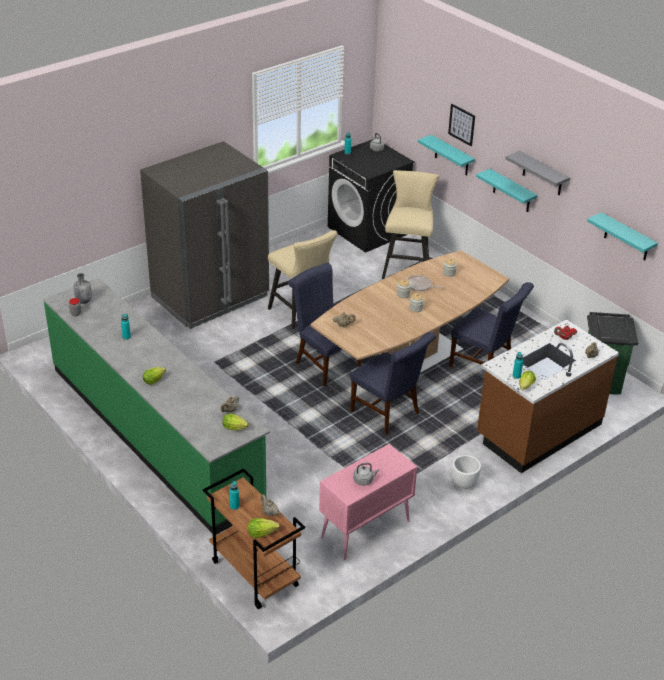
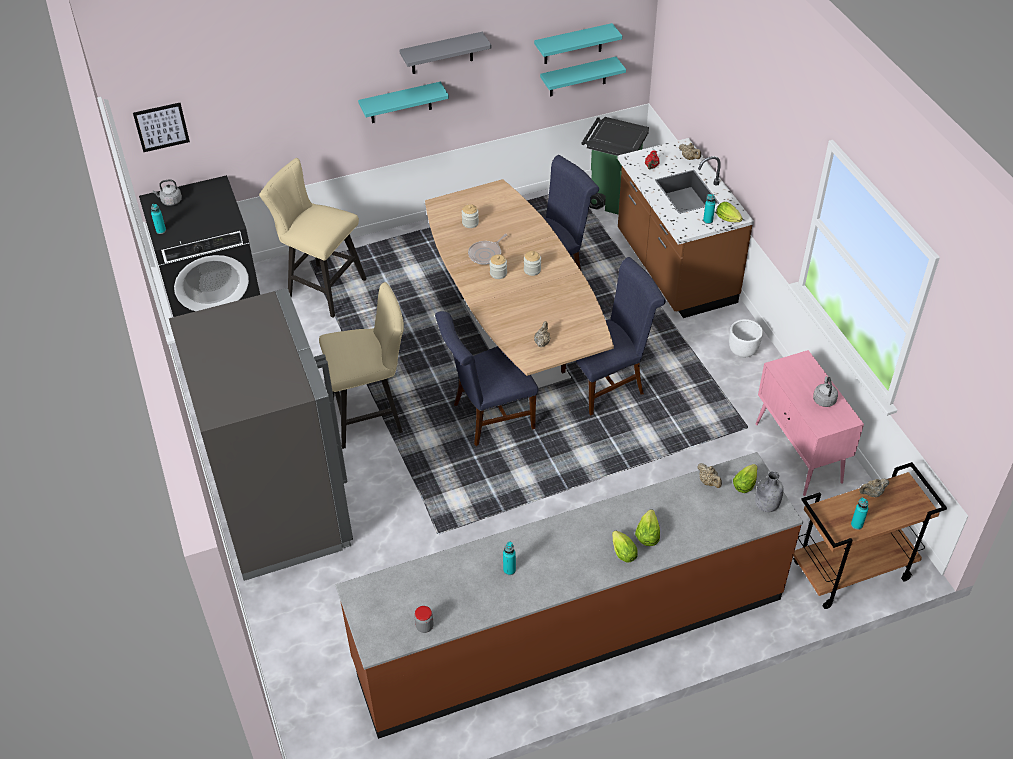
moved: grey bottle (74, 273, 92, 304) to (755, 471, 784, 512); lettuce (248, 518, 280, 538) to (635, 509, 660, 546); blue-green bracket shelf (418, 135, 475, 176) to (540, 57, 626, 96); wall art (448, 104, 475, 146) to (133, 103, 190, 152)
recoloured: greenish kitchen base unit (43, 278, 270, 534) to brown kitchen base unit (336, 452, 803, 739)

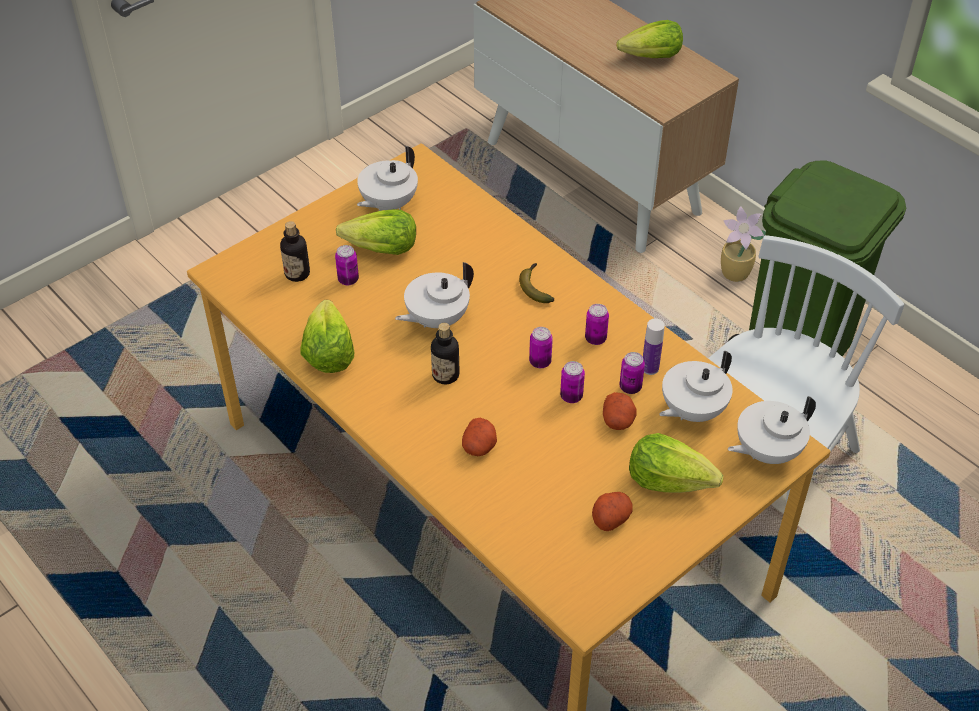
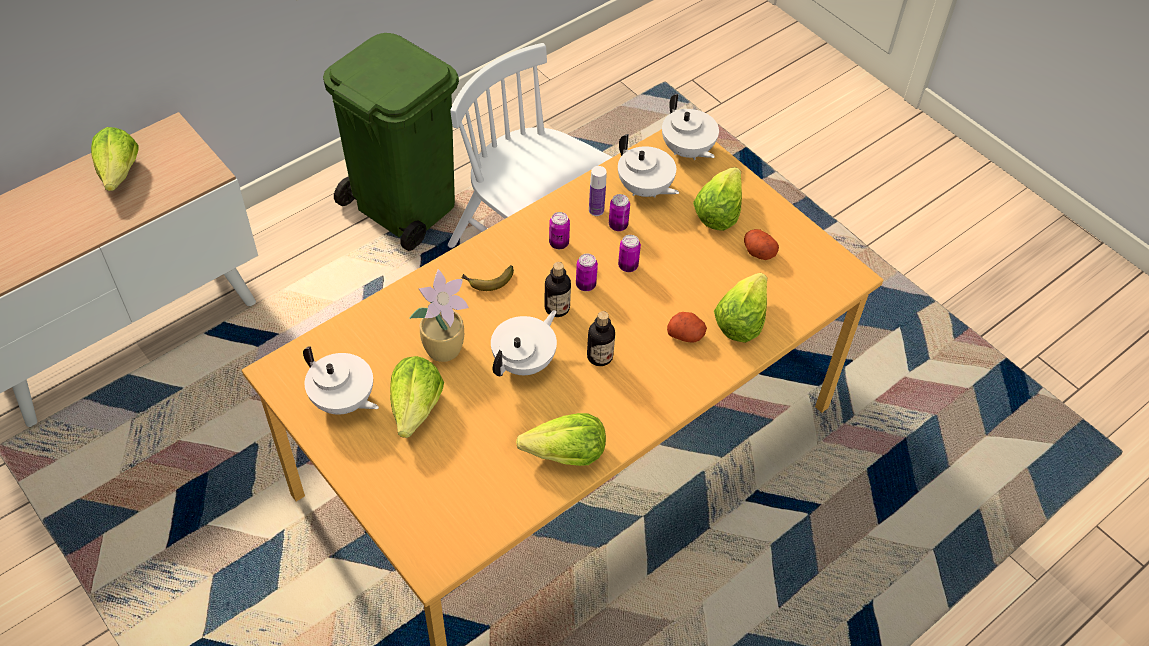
removed: sealed can (335, 245, 359, 285); potato (603, 392, 637, 430)
added: lettuce (714, 273, 767, 343)
moved: bottle (280, 221, 310, 282) to (544, 262, 571, 317); potted plant (721, 206, 766, 282) to (410, 269, 469, 362)
turned: whitish tea pot (395, 262, 474, 328) = (491, 310, 557, 376) 105 degrees counterclockwise

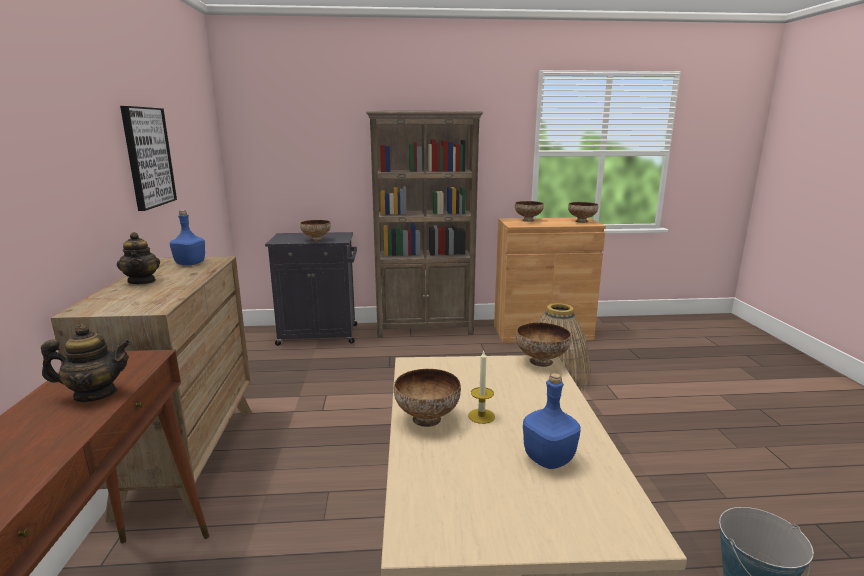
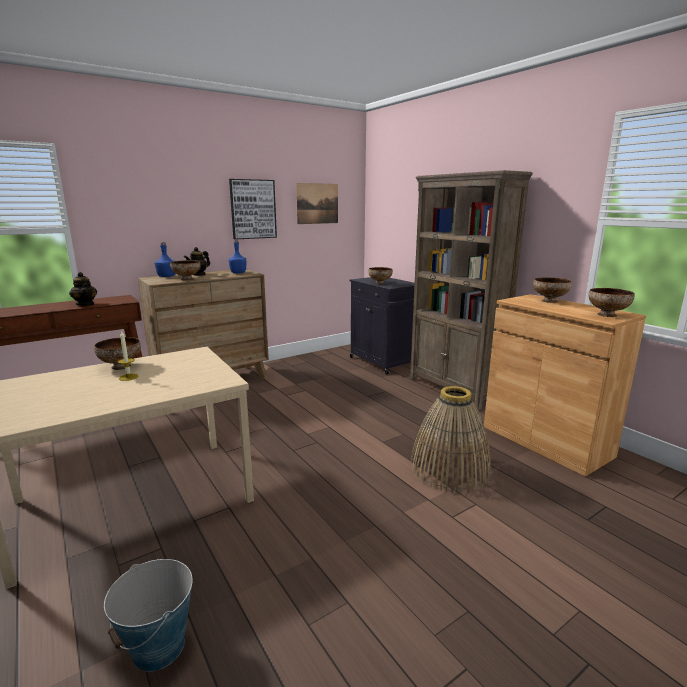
added: wall art (296, 183, 338, 224)
moved: serving bowl (516, 322, 571, 367) to (170, 260, 201, 280); blue-coloured bottle (523, 373, 581, 469) to (155, 242, 175, 277)

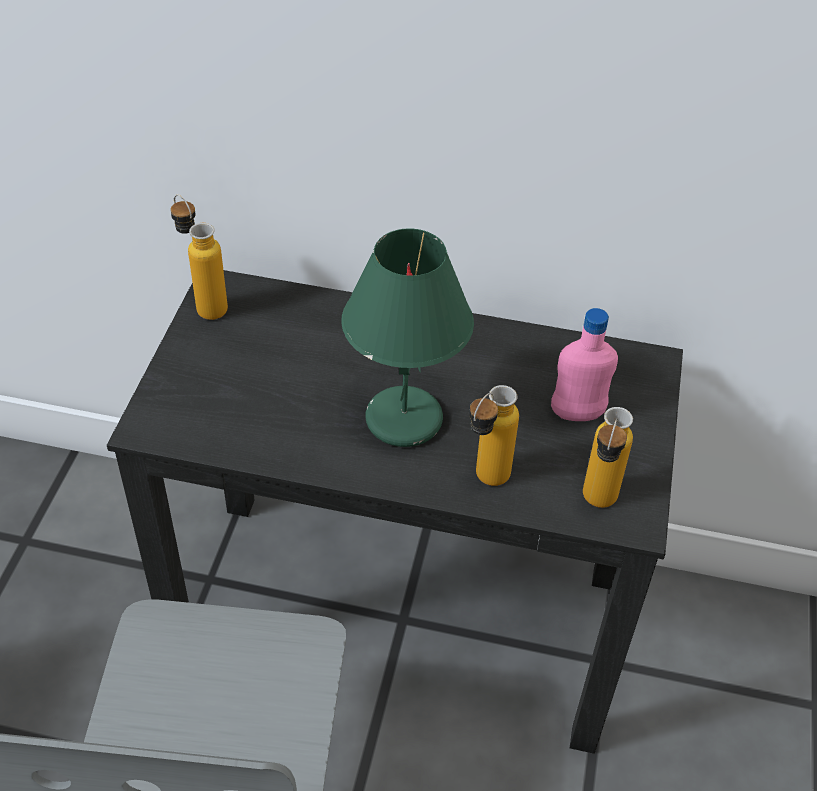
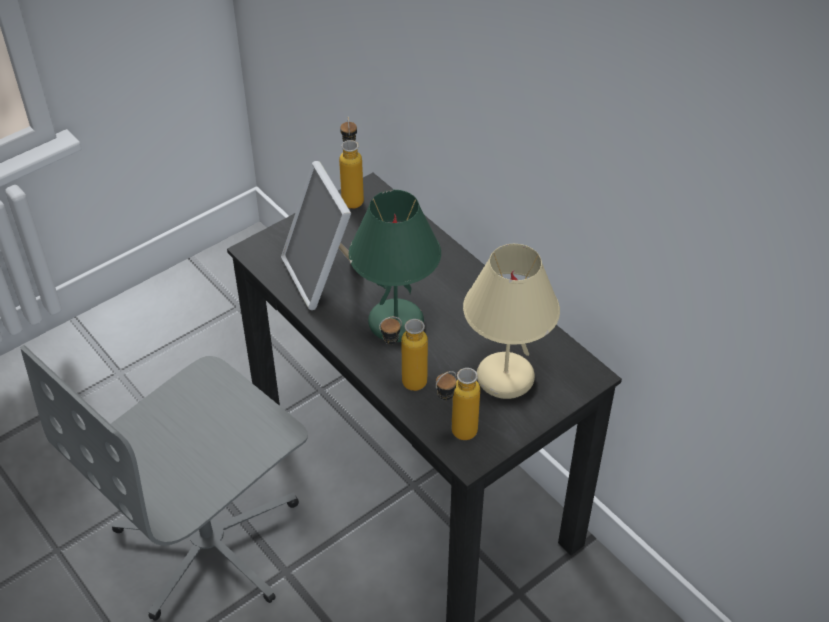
added: photo frame (281, 161, 351, 310)
replaced: pinkish bottle (551, 308, 618, 421) to beige-coloured lamp for a table (463, 244, 560, 399)

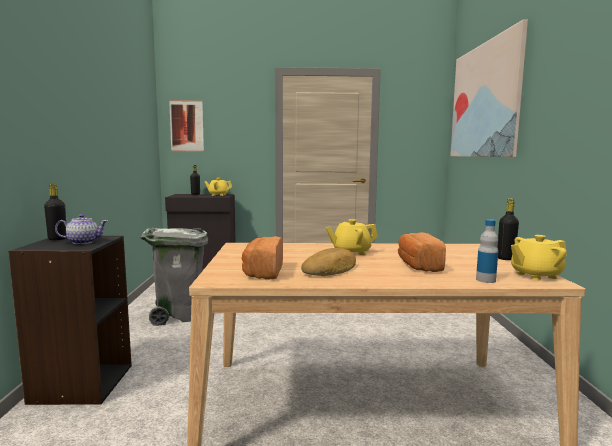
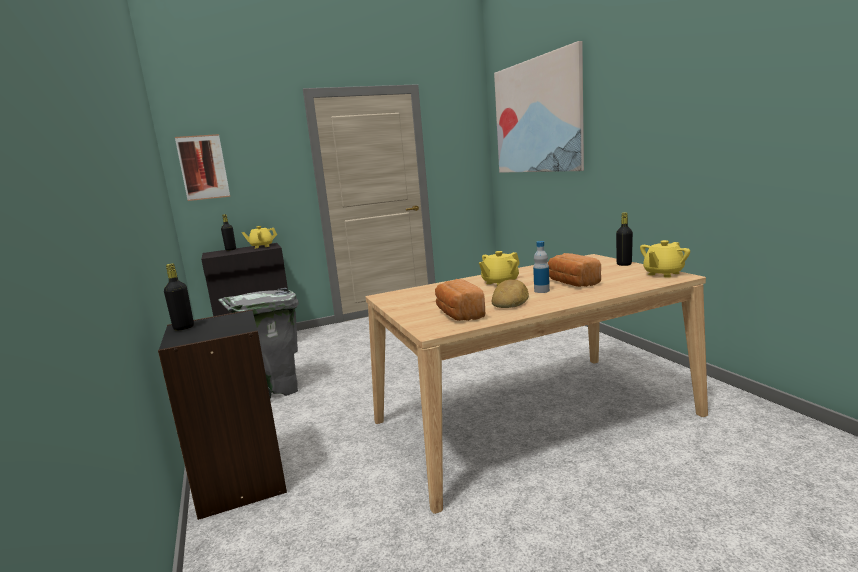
removed: tea pot (55, 214, 108, 244)
moved: bottle (476, 219, 498, 283) to (533, 241, 550, 293)

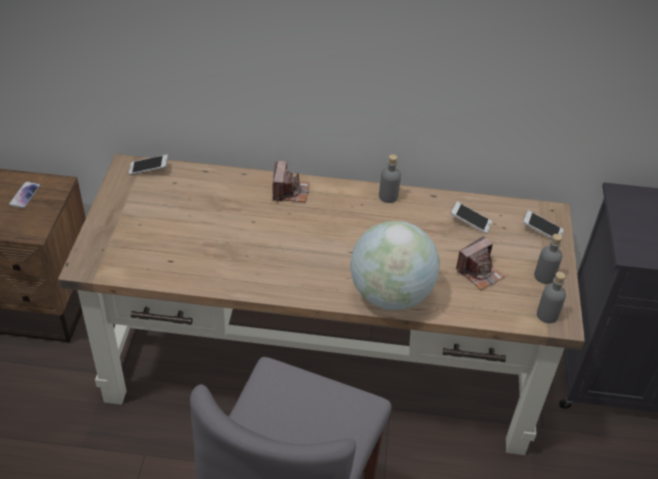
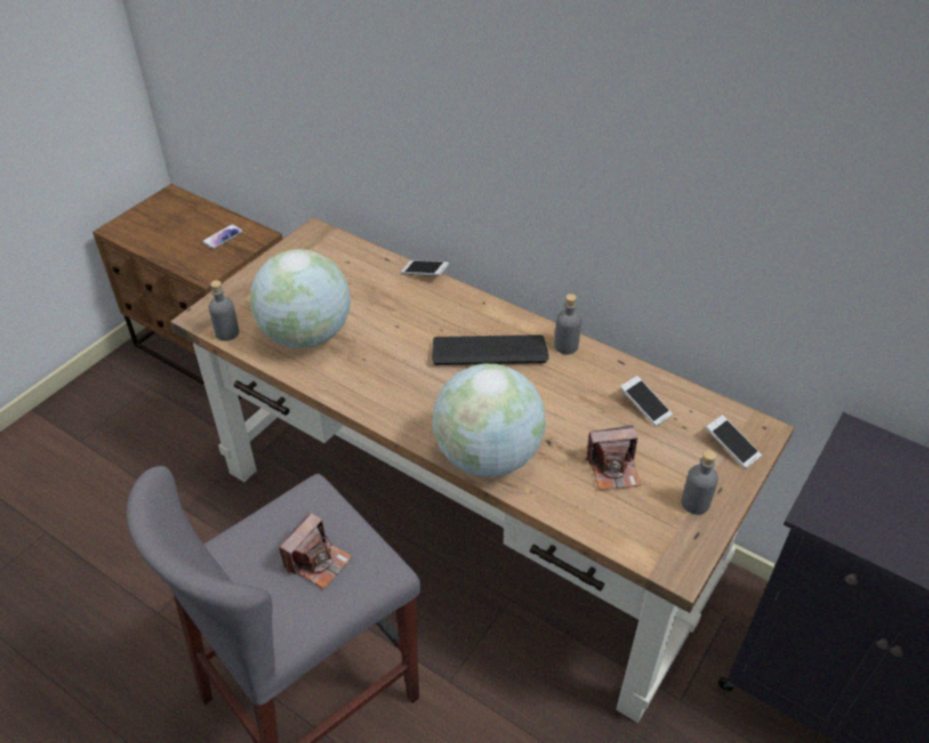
added: globe (250, 249, 351, 349); computer keyboard (432, 335, 549, 365)
moved: telephone (129, 155, 168, 175) to (401, 260, 449, 276); still camera (273, 161, 309, 202) to (279, 512, 352, 589); grey bottle (537, 272, 566, 323) to (209, 280, 239, 341)

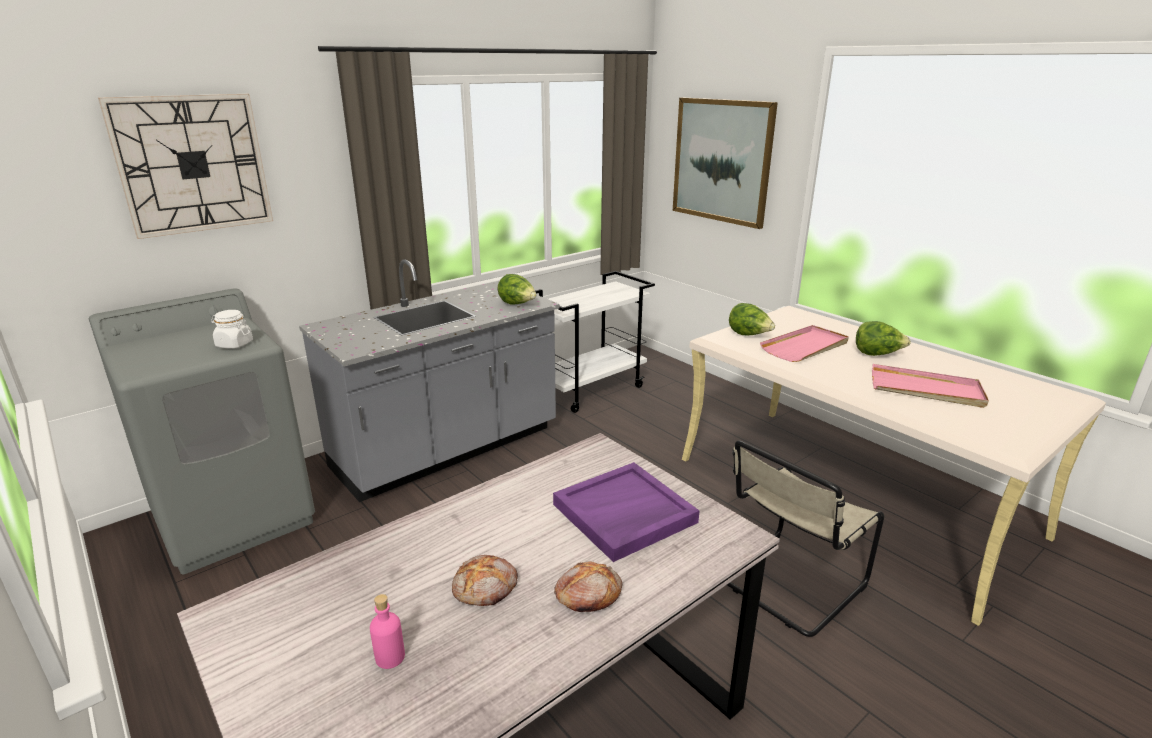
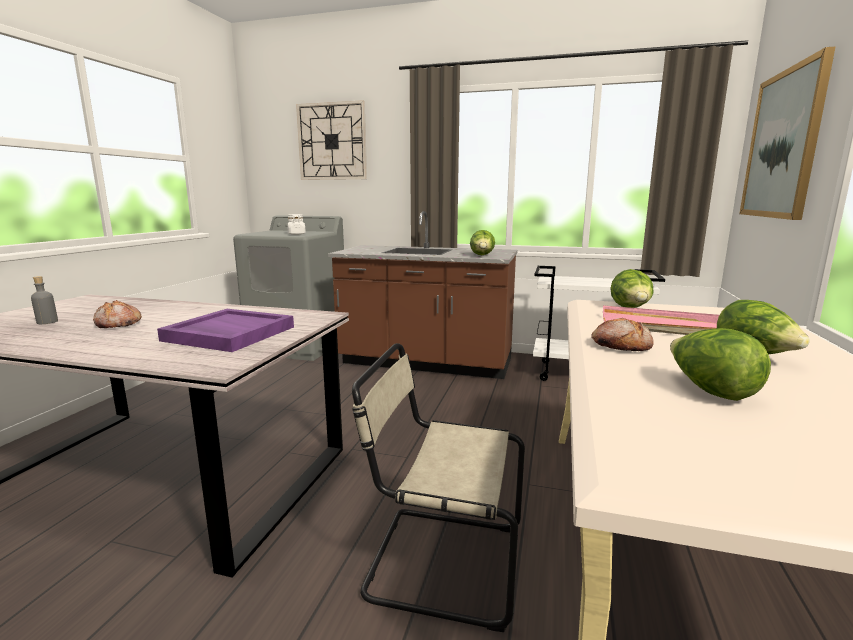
moved: bread (554, 561, 622, 612) to (591, 318, 654, 351)
replaced: pinkish carrying tray (872, 364, 989, 408) to lettuce (670, 328, 771, 401)
recoloured: grey kitchen base unit (299, 259, 560, 502) to brown kitchen base unit (328, 211, 517, 379); pinkish bottle (370, 594, 405, 669) to grey bottle (31, 276, 58, 324)

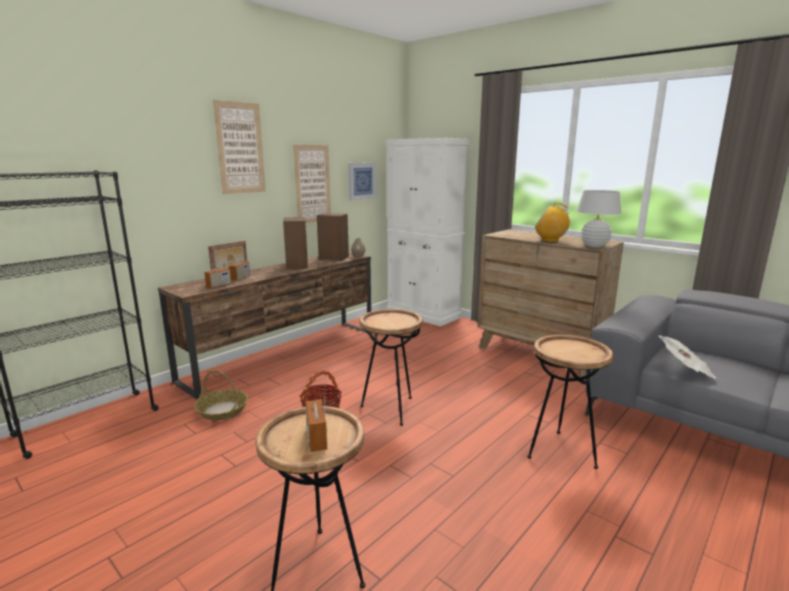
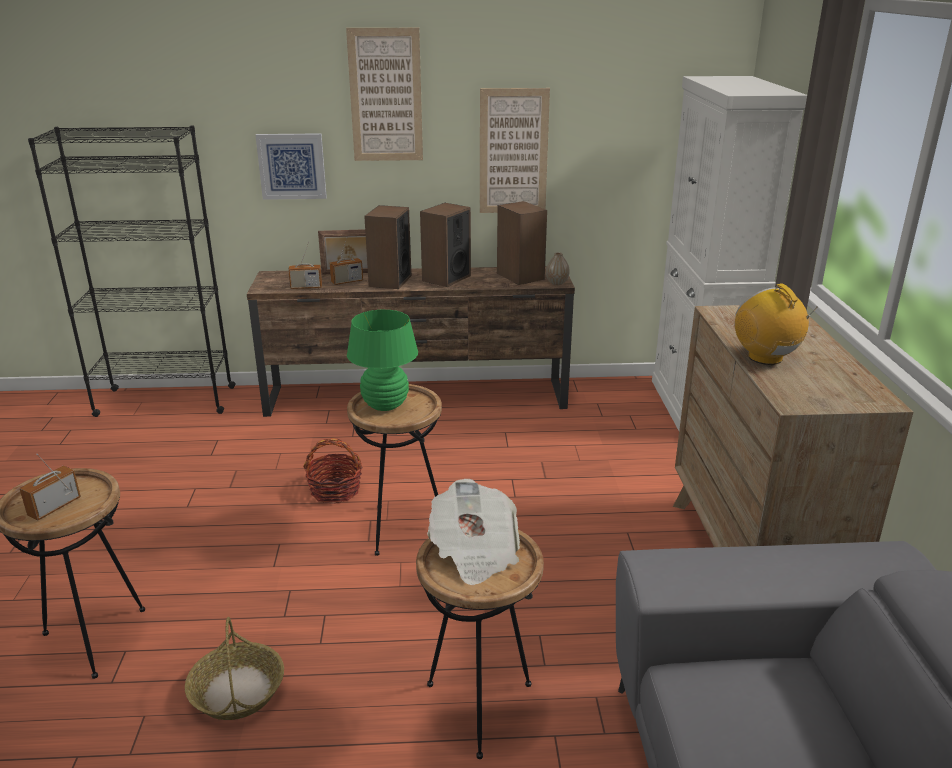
removed: whitish lamp for a table (577, 190, 621, 247)
added: greenish lamp for a table (347, 310, 418, 411); audio speaker (364, 205, 411, 289)
moved: basket (194, 370, 248, 421) to (185, 617, 284, 720); wall art (348, 162, 376, 200) to (255, 133, 327, 200); newspaper (659, 335, 717, 379) to (427, 479, 520, 585)

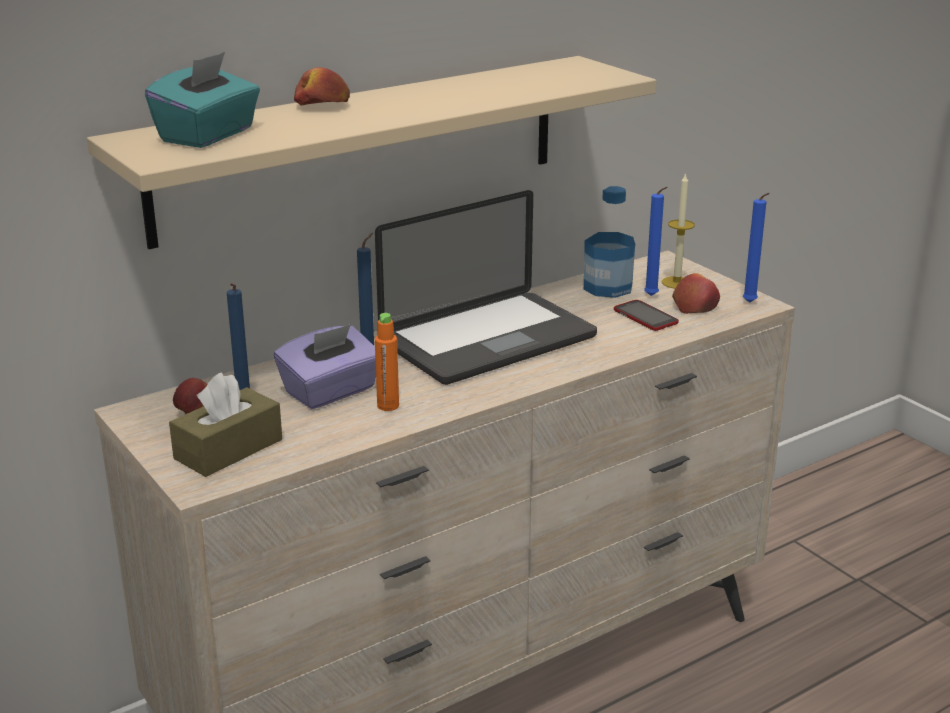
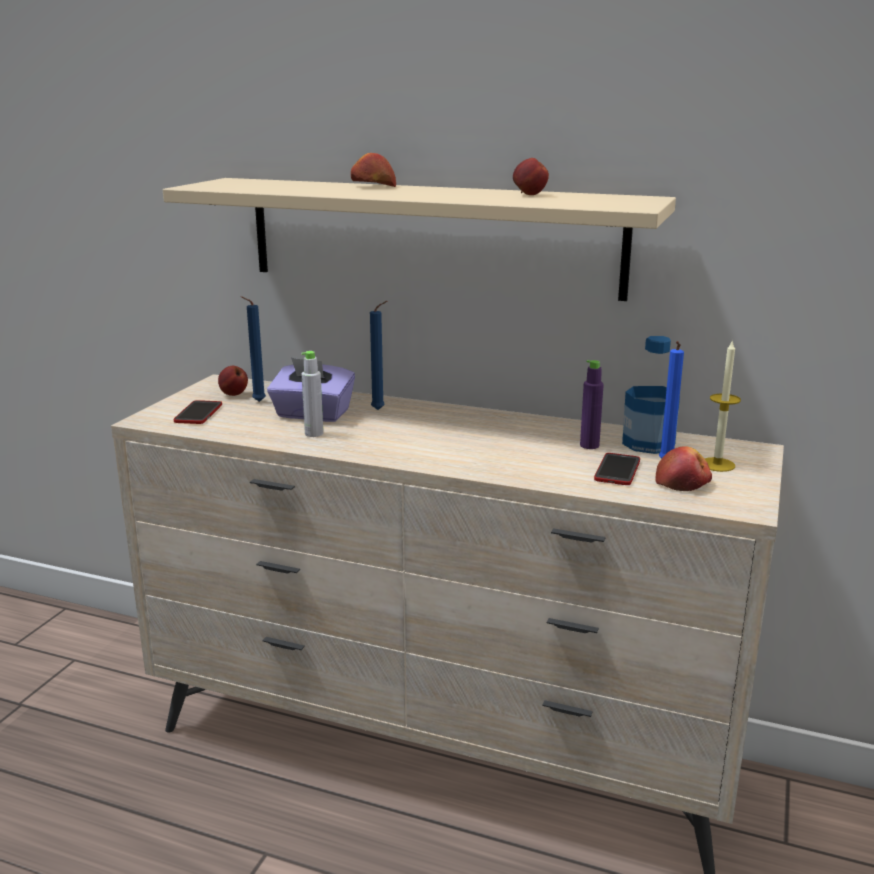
removed: blue-green tissue holder (145, 52, 260, 148); portable computer (375, 190, 597, 385); blue-coloured wax light (743, 193, 770, 303)
added: whole apple (513, 158, 549, 195); purplish bottle (580, 360, 604, 449)
replaced: brown tissue holder (169, 372, 282, 477) to telephone (174, 400, 222, 424)
recoloured: orange bottle (375, 313, 399, 411) to grey bottle (301, 351, 323, 437)

